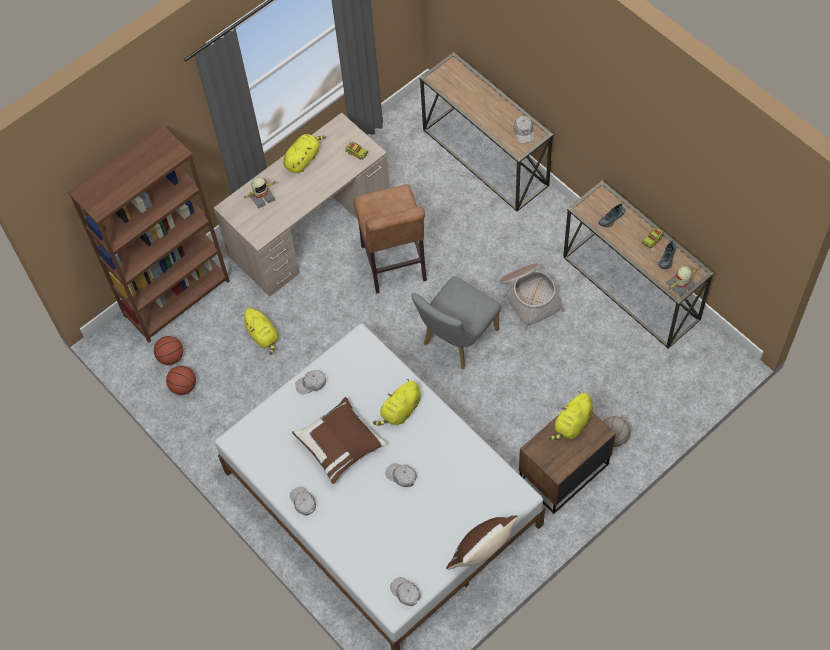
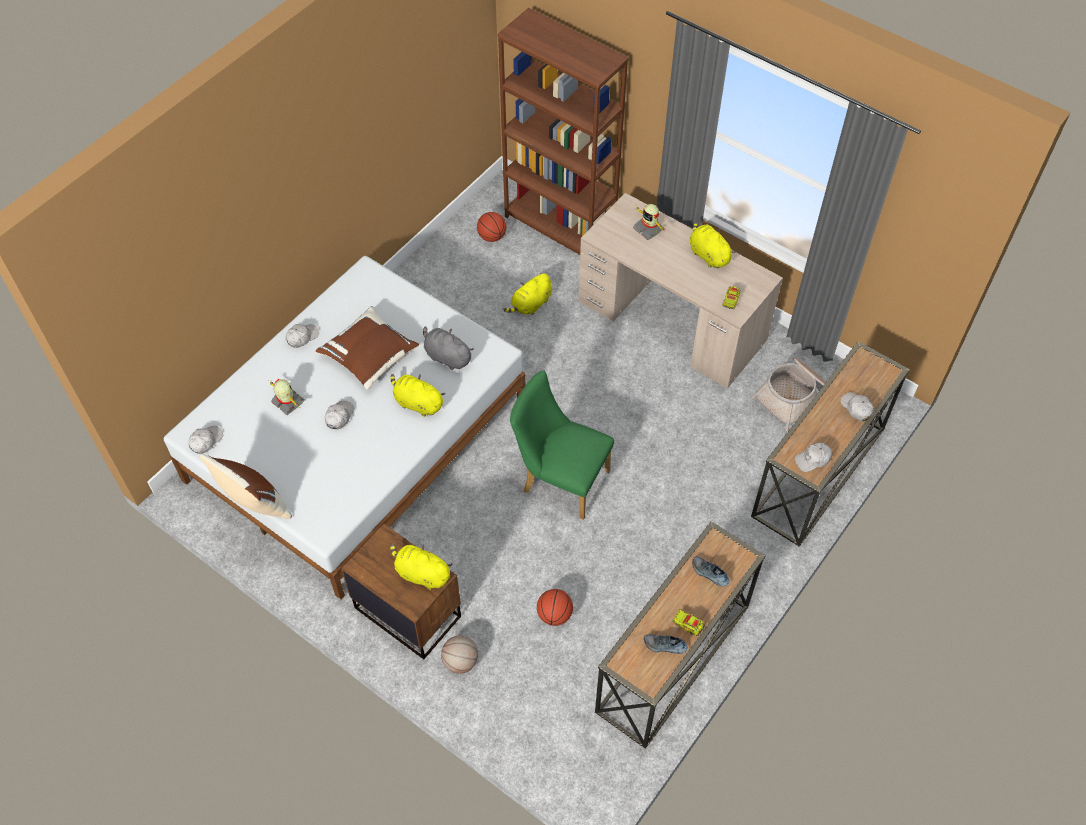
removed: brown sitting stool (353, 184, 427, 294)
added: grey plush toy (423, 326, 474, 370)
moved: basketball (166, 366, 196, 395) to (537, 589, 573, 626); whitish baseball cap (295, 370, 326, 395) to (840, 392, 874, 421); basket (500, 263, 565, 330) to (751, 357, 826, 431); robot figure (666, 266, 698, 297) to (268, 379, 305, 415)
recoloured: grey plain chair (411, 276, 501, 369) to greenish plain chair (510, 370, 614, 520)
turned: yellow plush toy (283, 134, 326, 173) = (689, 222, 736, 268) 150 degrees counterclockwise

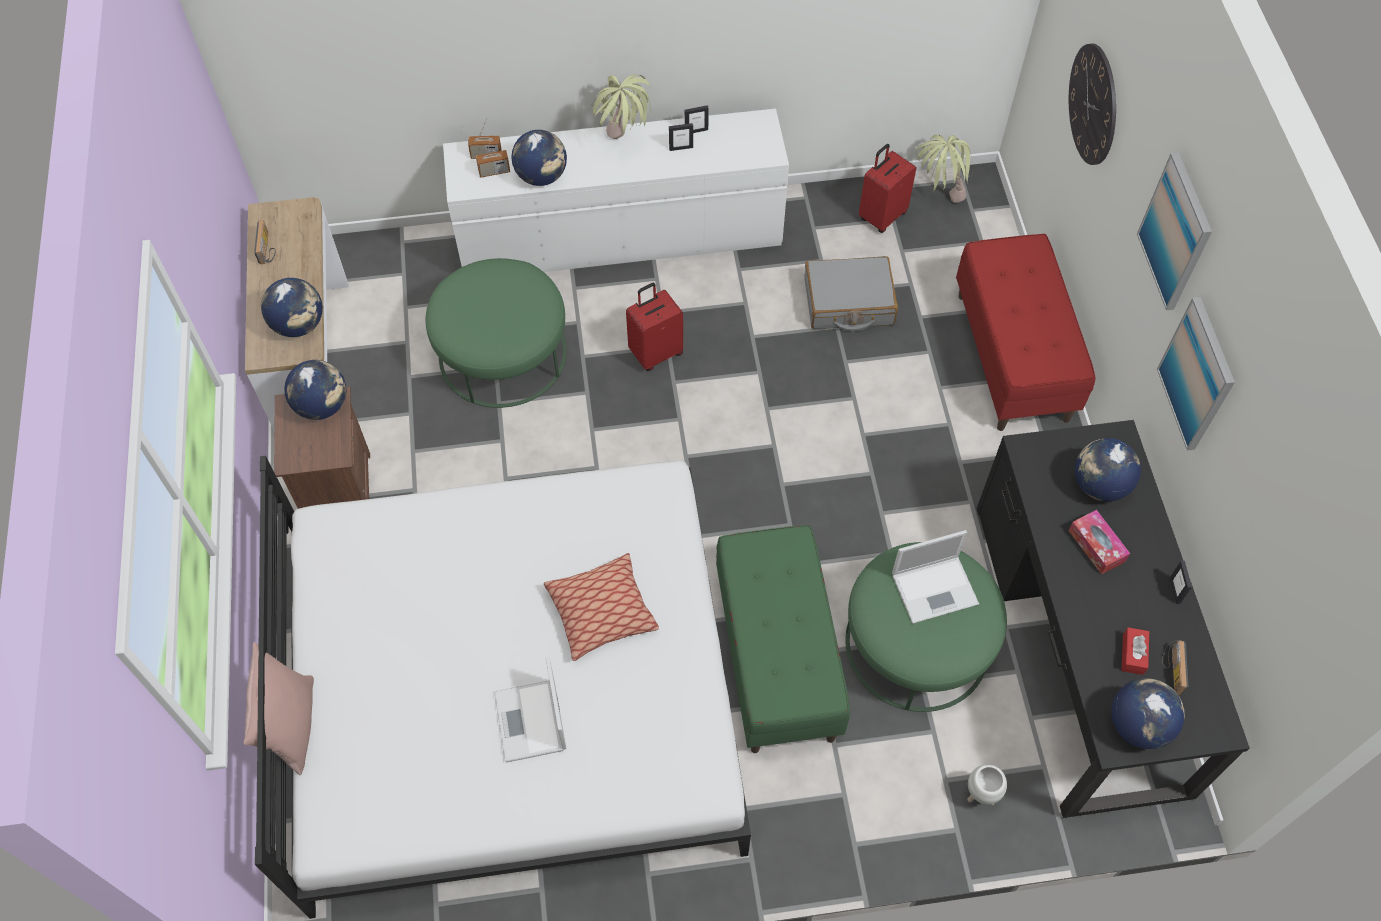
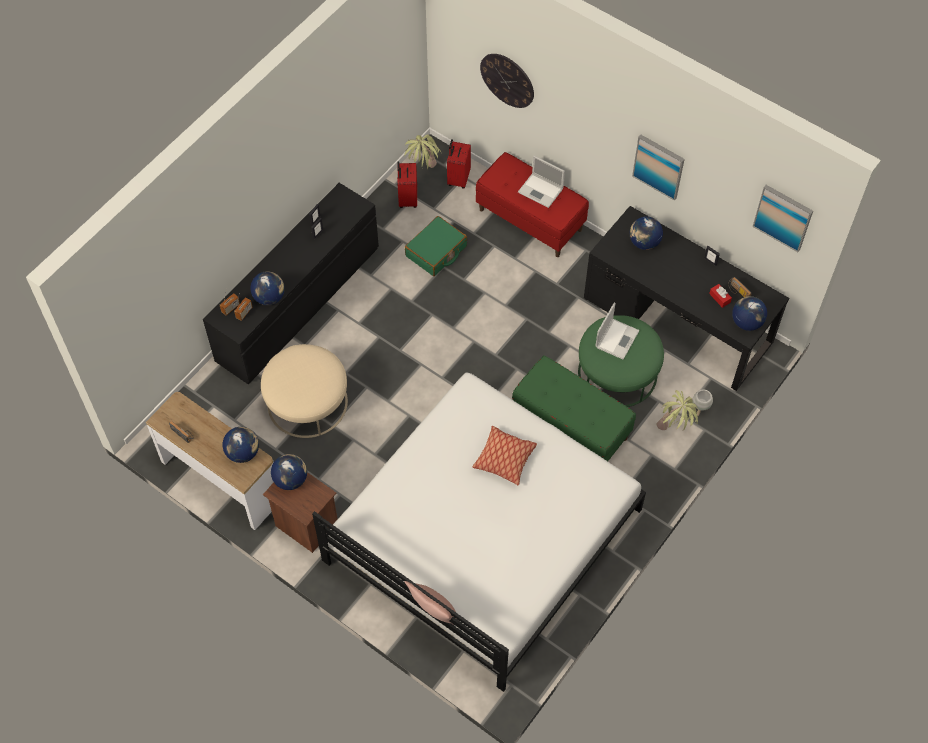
removed: tissue holder (1069, 510, 1130, 575)
moved: portable computer (494, 658, 566, 763) to (518, 156, 565, 208); potted plant (592, 74, 652, 139) to (657, 390, 698, 430); red piece of luggage (626, 283, 683, 371) to (447, 139, 471, 189); wall art (1137, 152, 1212, 310) to (752, 185, 813, 252)
recoloured: greenish footrest (426, 258, 567, 408) to beige-coloured footrest (261, 344, 348, 438); whitish drawer chest (443, 109, 789, 272) to black drawer chest (203, 183, 379, 385); grey piece of luggage (804, 256, 898, 331) to greenish piece of luggage (405, 216, 467, 276)

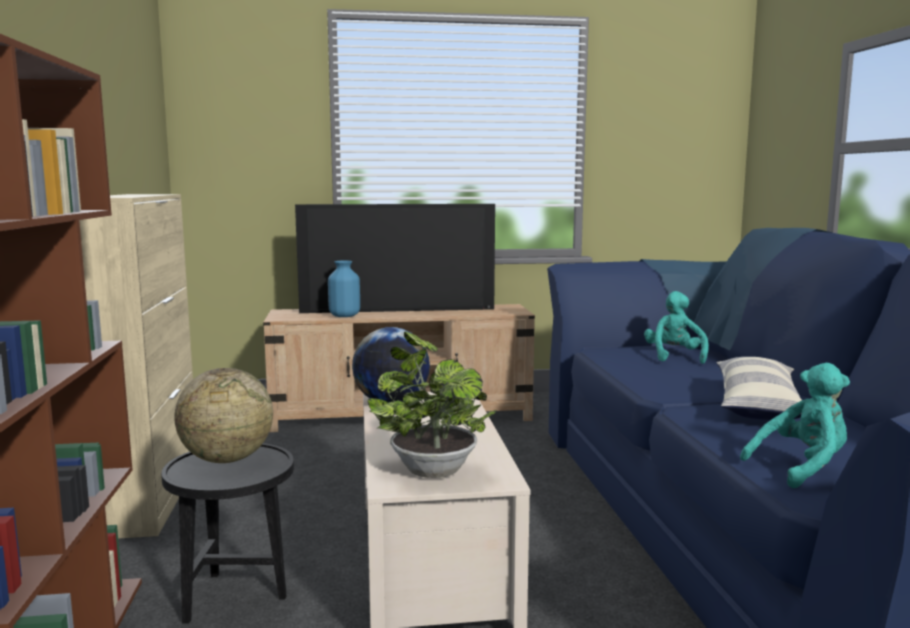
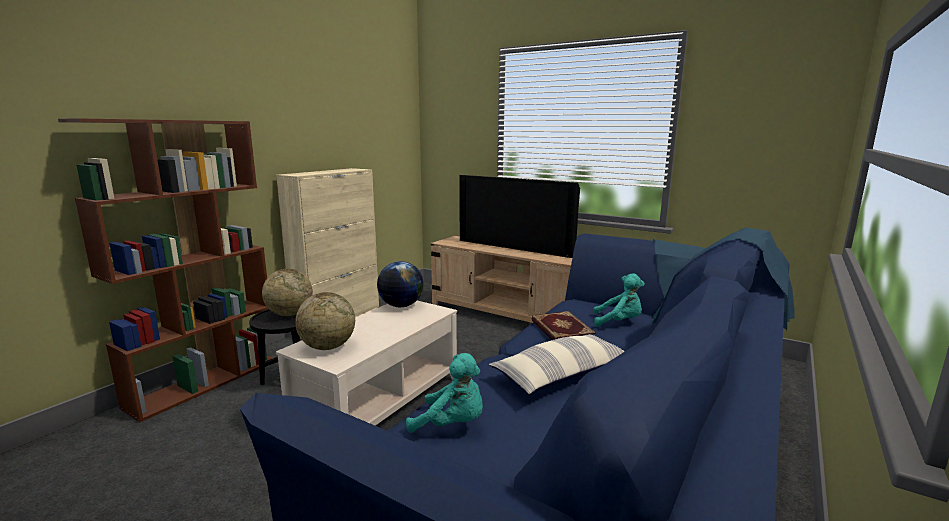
removed: blue-coloured decorative vase (328, 260, 360, 317)
added: book (532, 311, 596, 340)
replaced: potted plant (367, 332, 497, 478) to globe (295, 292, 355, 350)
turned: blue-green plush toy (644, 291, 709, 364) = (594, 273, 645, 327) 60 degrees clockwise

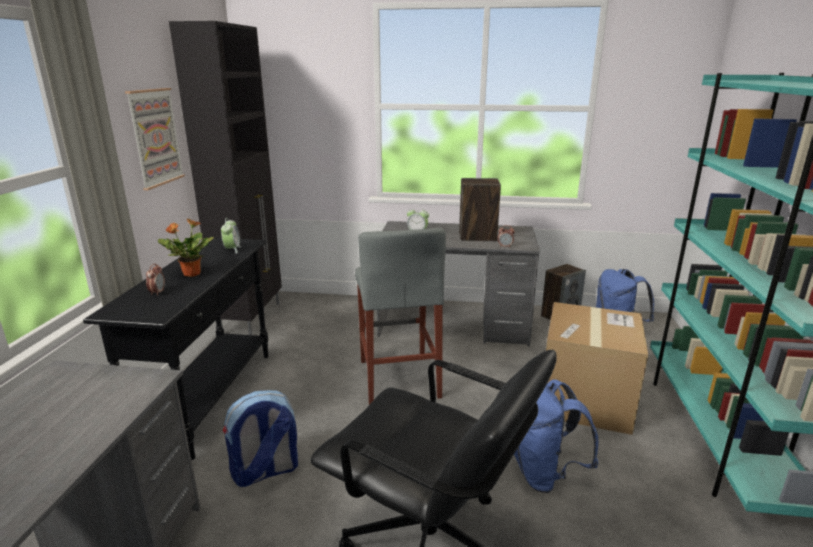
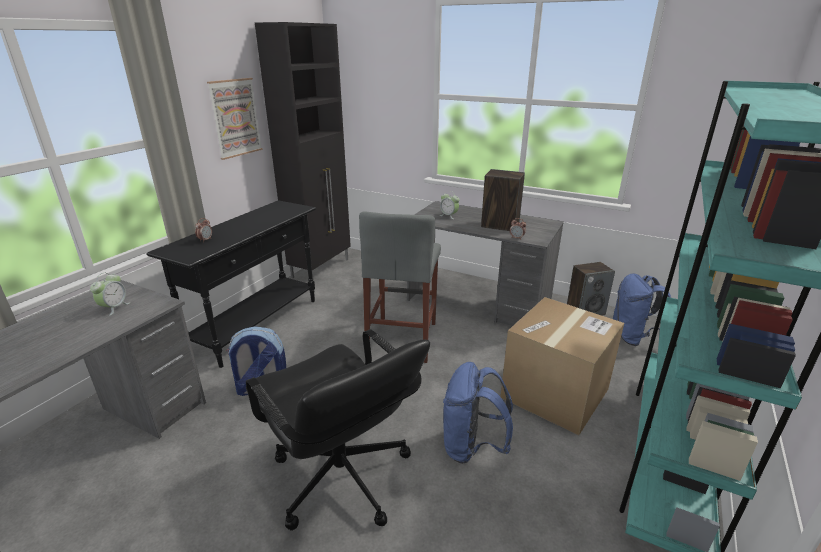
removed: potted plant (158, 219, 214, 277)
moved: bedside clock (221, 218, 241, 254) to (90, 273, 130, 316)

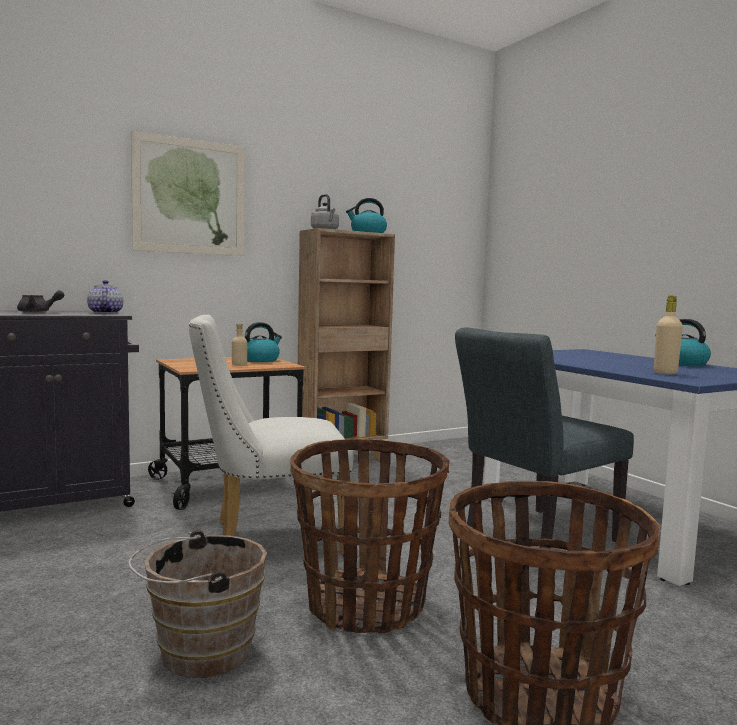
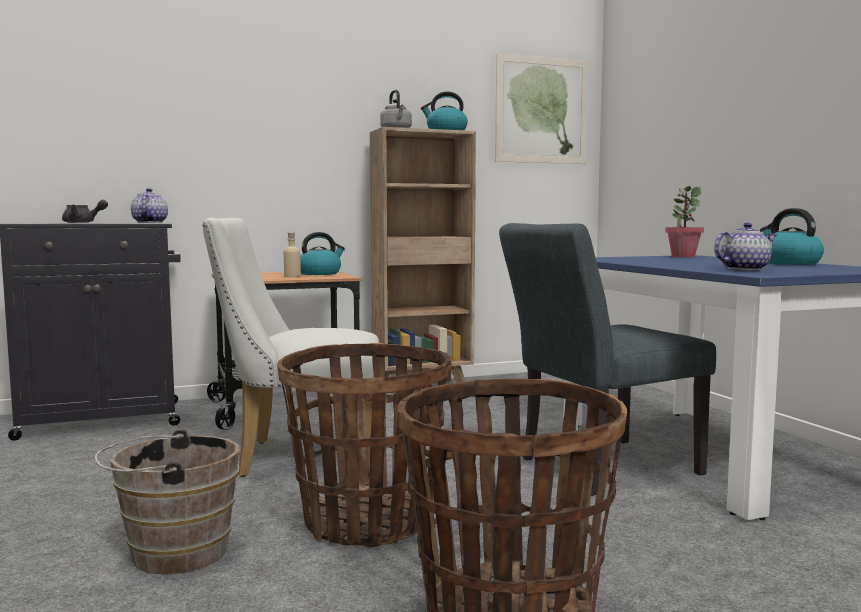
added: potted plant (665, 186, 704, 257)
moved: wall art (131, 131, 245, 256) to (495, 53, 589, 164)
replaced: beige-coloured bottle (654, 295, 683, 374) to tea pot (714, 223, 777, 270)

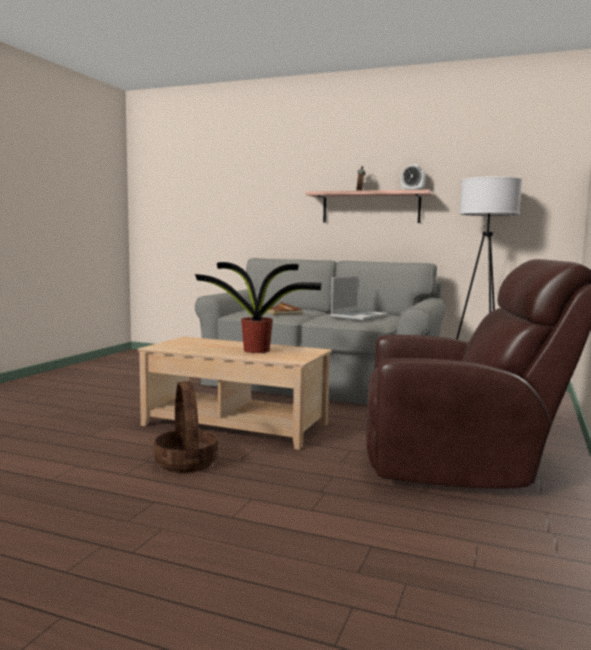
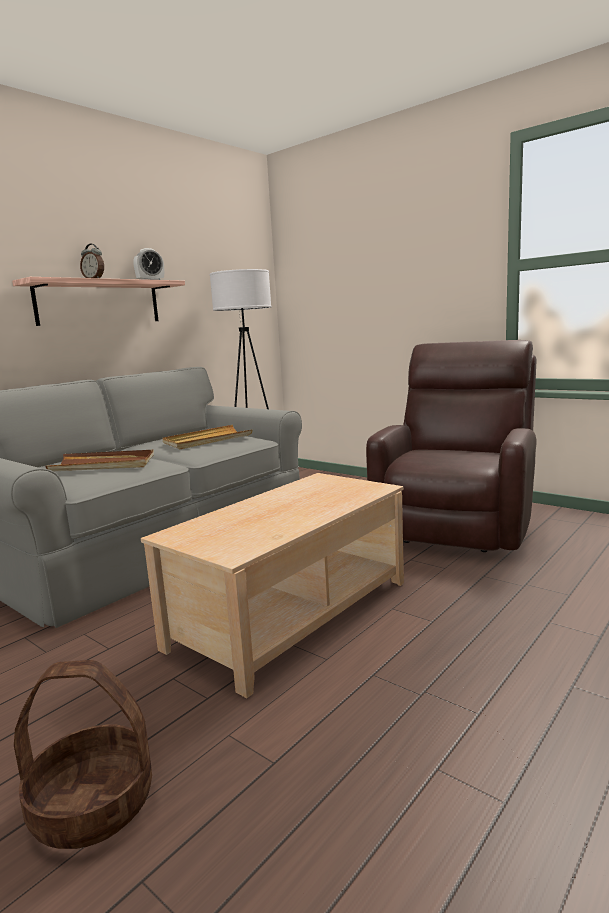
removed: potted plant (195, 262, 322, 353)
moved: basket (154, 381, 218, 473) to (14, 660, 152, 849)
replaced: portable computer (331, 275, 388, 321) to beige-coloured carrying tray (162, 425, 253, 449)

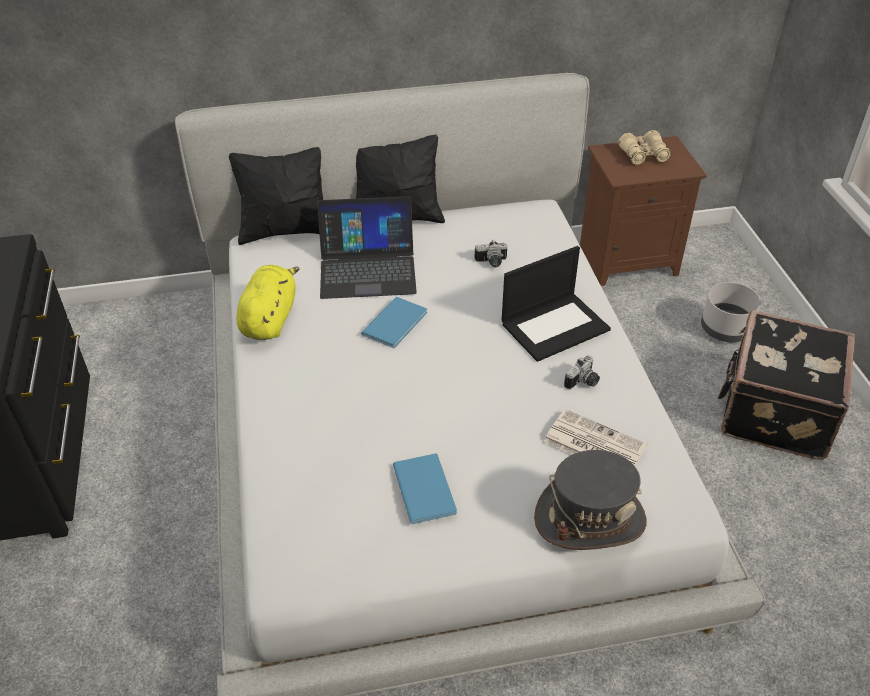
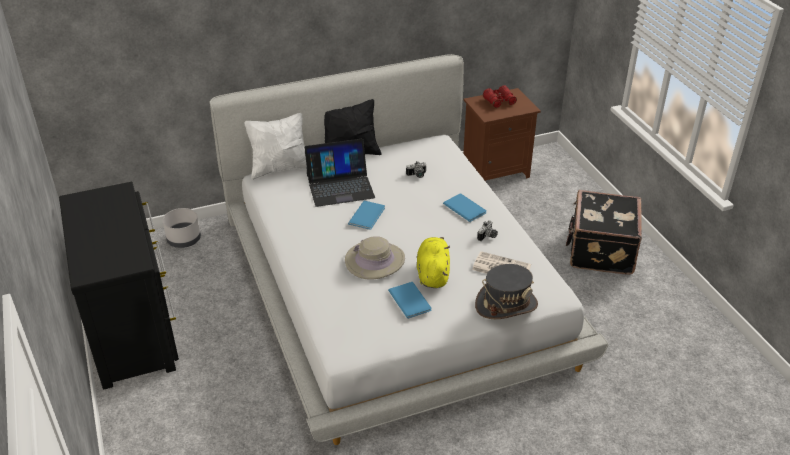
added: beige-coloured clothing hat (345, 236, 405, 280)
moved: yellow plush toy (237, 265, 300, 340) to (417, 237, 450, 288); grey planter (701, 282, 761, 342) to (163, 208, 201, 248)
replaced: portable computer (502, 246, 611, 362) to blue-coloured book (443, 193, 487, 222)
recoloured: black cushion (229, 147, 323, 245) to whitish cushion (245, 113, 307, 180); beige-coloured field glasses (619, 130, 671, 165) to red field glasses (483, 86, 517, 108)

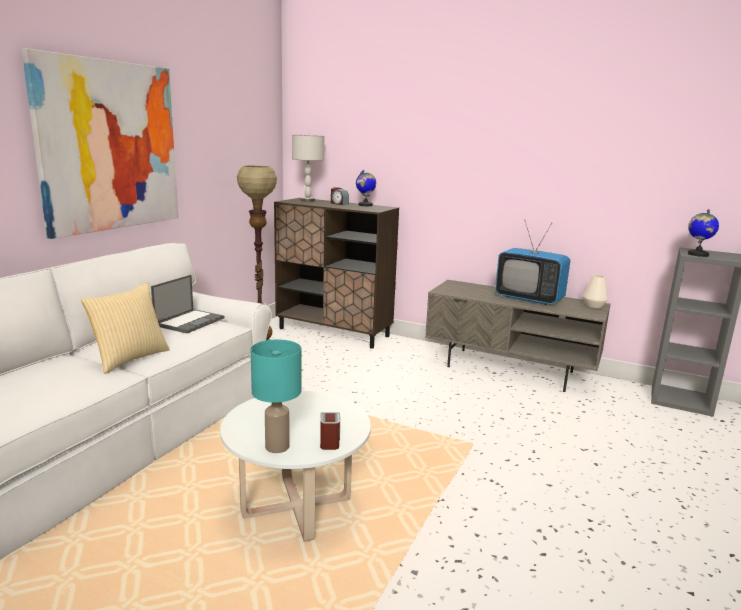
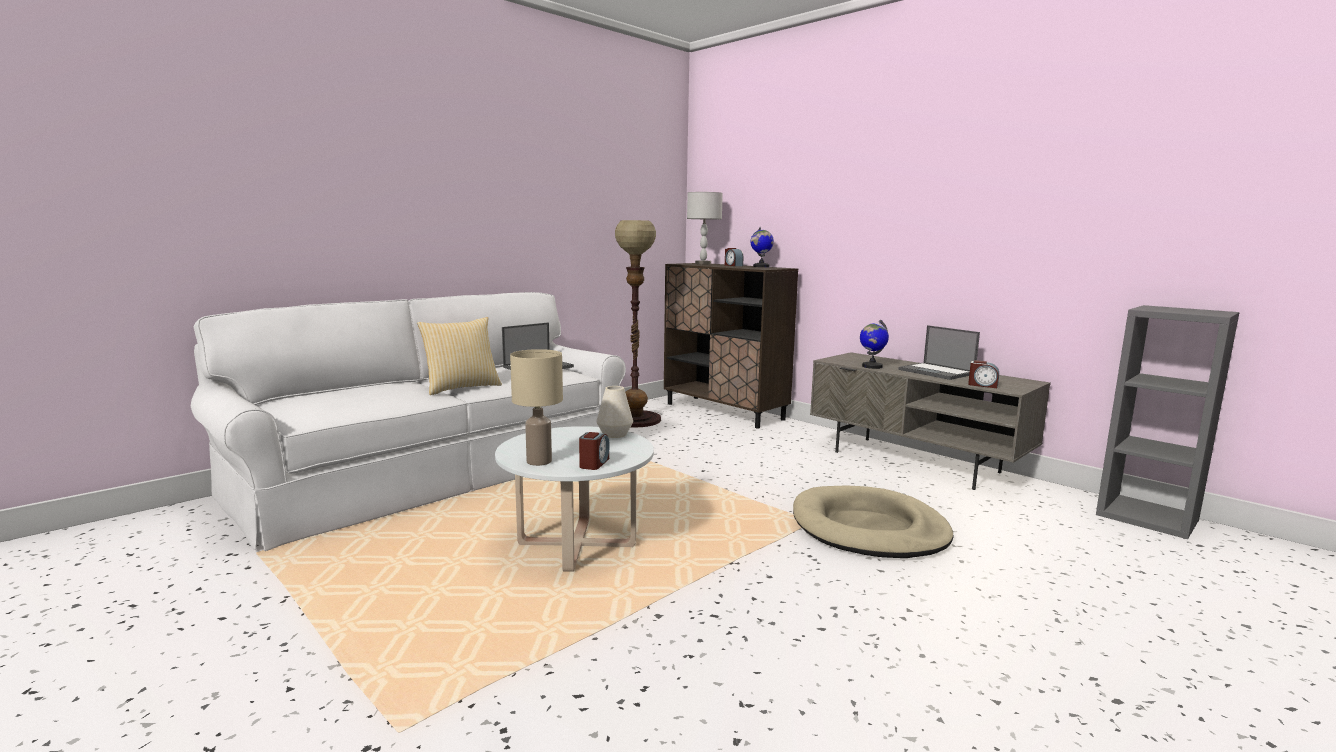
removed: wall art (22, 48, 178, 239)
added: beige-coloured dog cushion (793, 485, 953, 558); bedside clock (968, 360, 999, 388)
moved: whitish decorative vase (583, 275, 608, 308) to (596, 386, 633, 438); globe (688, 209, 719, 257) to (860, 320, 889, 369)
replaced: TV (495, 221, 570, 305) to portable computer (898, 325, 980, 380)
recoloured: blue-green lamp for a table (251, 339, 301, 453) to beige-coloured lamp for a table (510, 349, 563, 466)

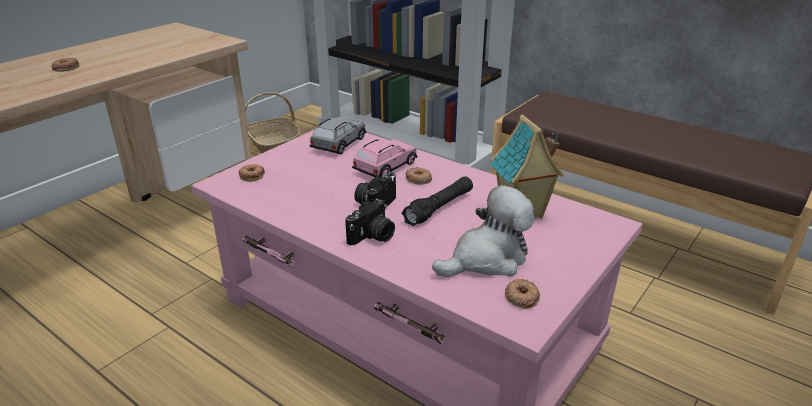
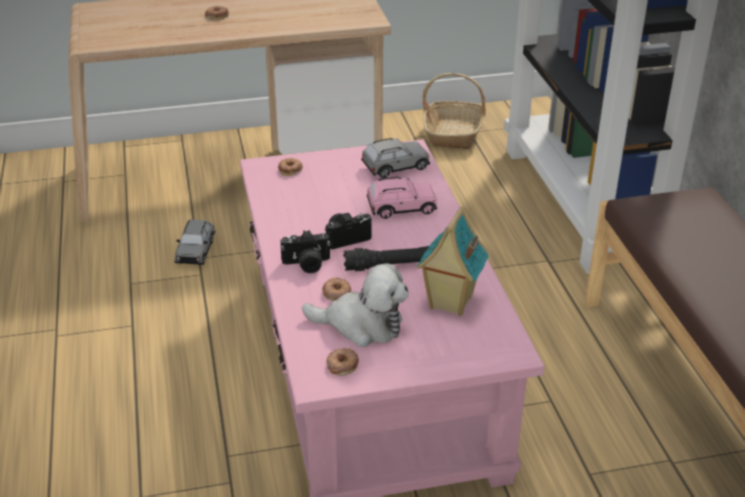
added: grey miniature car (175, 220, 215, 265)
moved: doughnut (405, 167, 432, 184) to (322, 277, 351, 301)

